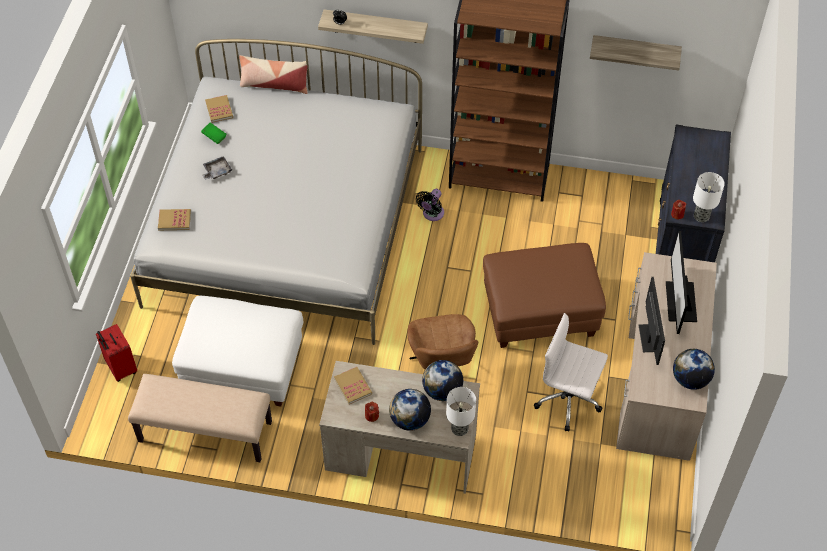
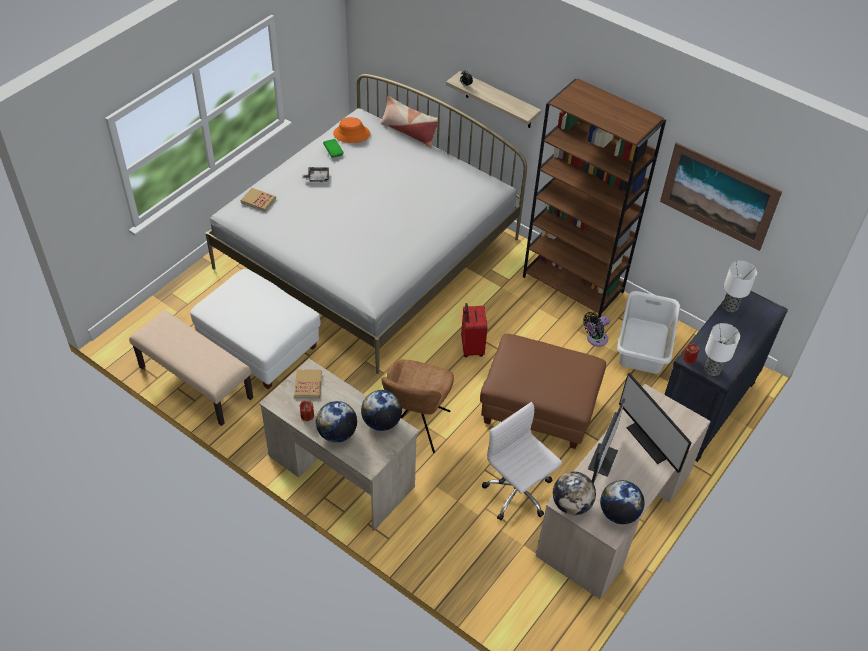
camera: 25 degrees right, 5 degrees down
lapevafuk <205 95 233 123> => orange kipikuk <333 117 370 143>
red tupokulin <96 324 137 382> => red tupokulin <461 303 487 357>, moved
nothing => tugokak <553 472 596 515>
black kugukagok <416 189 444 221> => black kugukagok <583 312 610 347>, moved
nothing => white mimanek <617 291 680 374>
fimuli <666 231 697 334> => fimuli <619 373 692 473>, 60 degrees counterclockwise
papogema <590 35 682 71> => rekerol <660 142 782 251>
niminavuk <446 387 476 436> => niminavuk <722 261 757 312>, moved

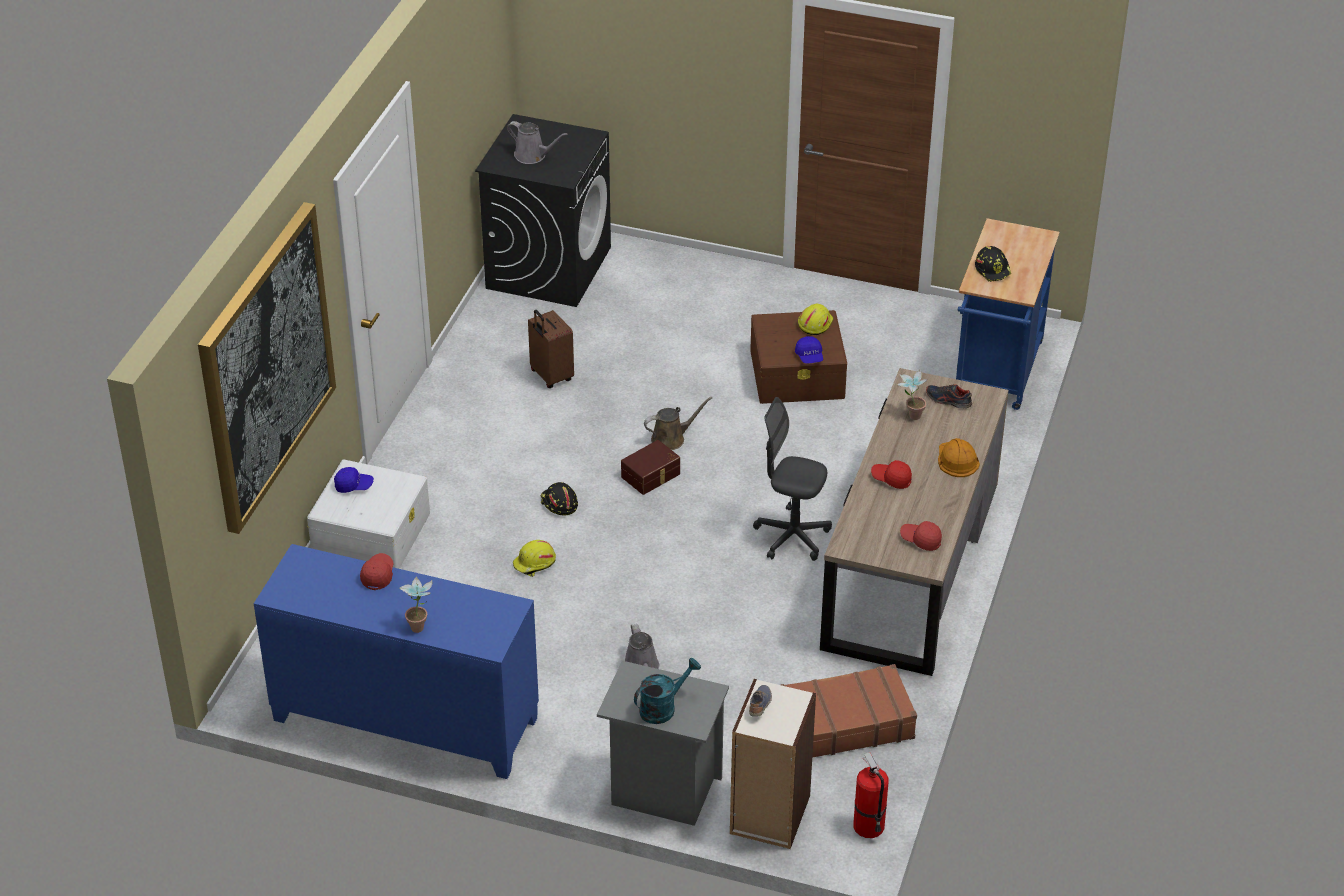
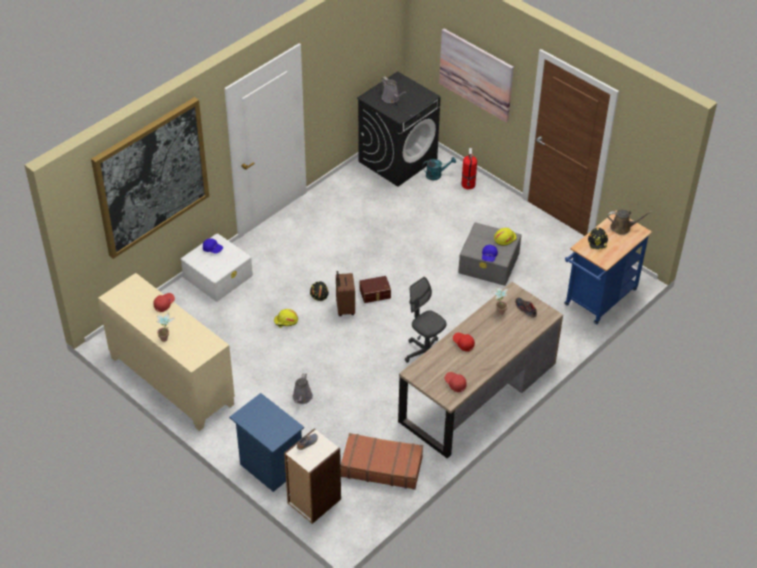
camera: 25 degrees right, 5 degrees up
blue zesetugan <254 544 539 779> => beige zesetugan <98 273 235 431>
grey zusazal <597 661 729 826> => blue zusazal <229 393 304 492>
brown tupokulin <528 310 574 388> => brown tupokulin <336 271 355 316>, moved
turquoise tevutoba <634 658 701 724> => turquoise tevutoba <422 157 456 181>, moved
nothing => rekerol <439 29 514 123>
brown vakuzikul <750 310 847 404> => grey vakuzikul <458 222 521 286>
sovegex <853 752 889 838> => sovegex <461 148 477 189>, moved
brown tevutoba <644 397 712 450> => brown tevutoba <608 209 652 235>, moved
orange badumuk <938 438 980 477> => nothing

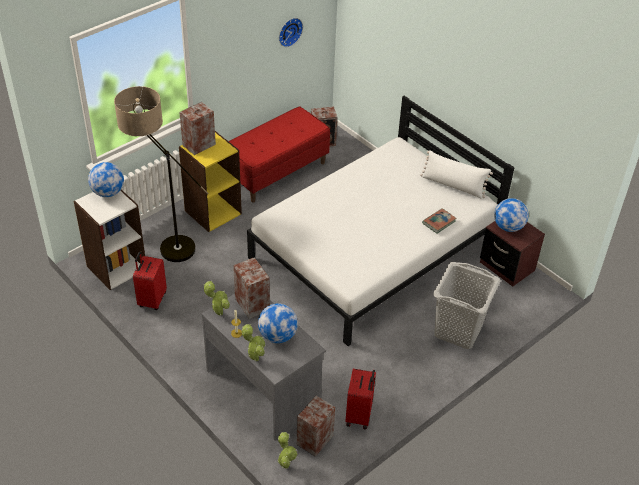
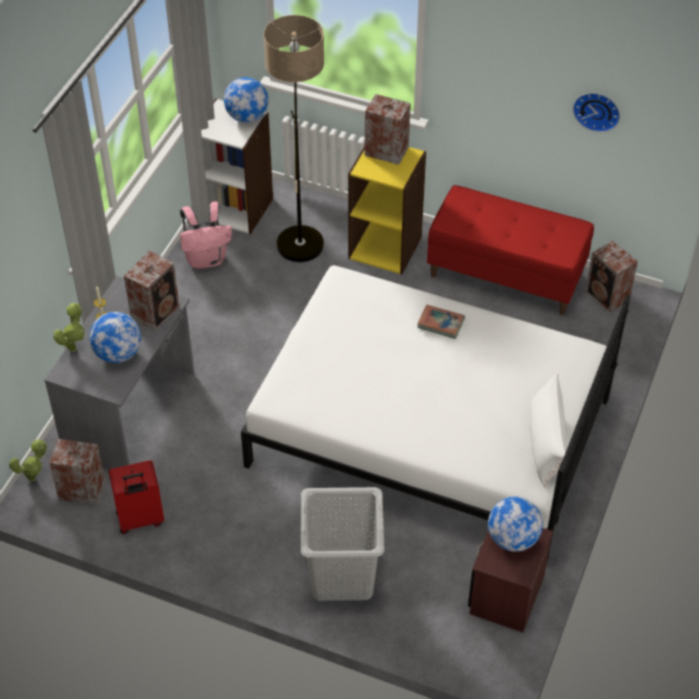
camera: 65 degrees right, 5 degrees up
red tupokulin <133 252 167 310> => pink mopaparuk <180 201 232 269>
lapevafuk <422 208 457 234> => lapevafuk <417 305 465 339>, moved
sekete <204 280 230 316> => nothing

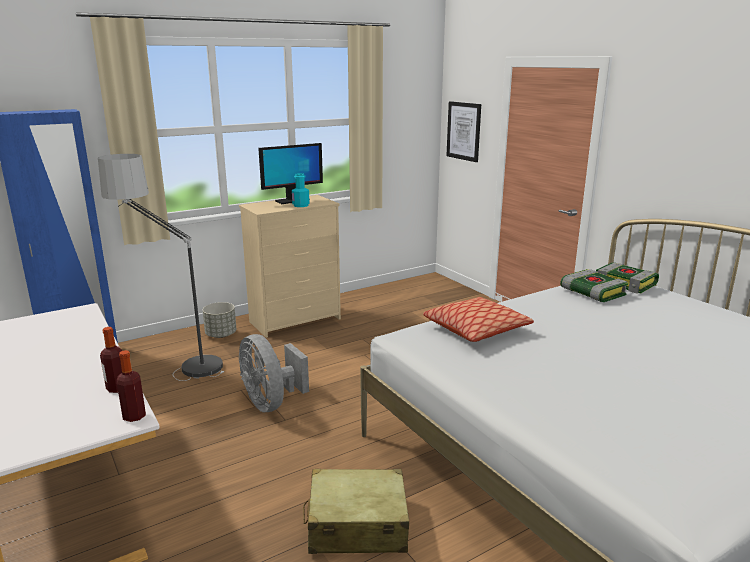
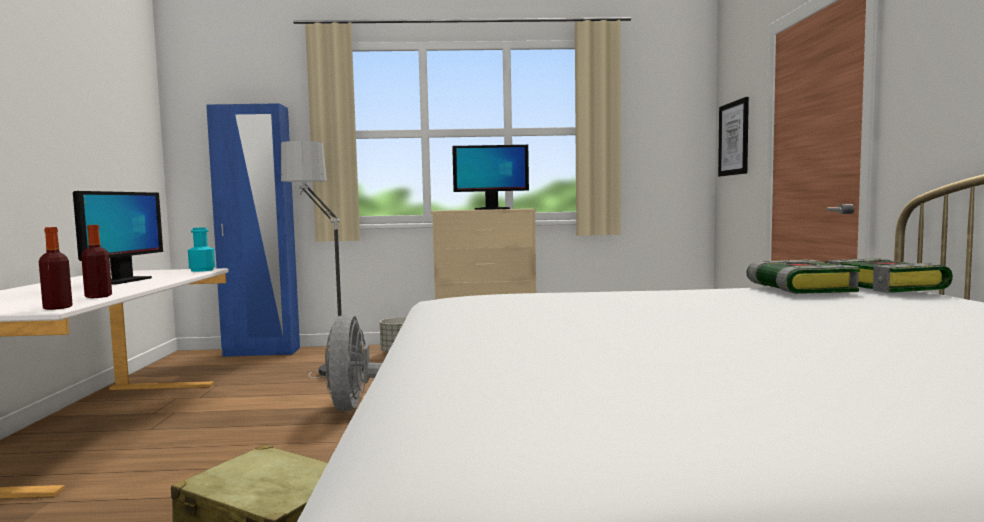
camera: 30 degrees right, 15 degrees down
nothing => fimuli <73 191 163 285>
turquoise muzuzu <292 173 310 207> => turquoise muzuzu <188 227 215 272>, moved
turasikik <423 297 534 342> => nothing

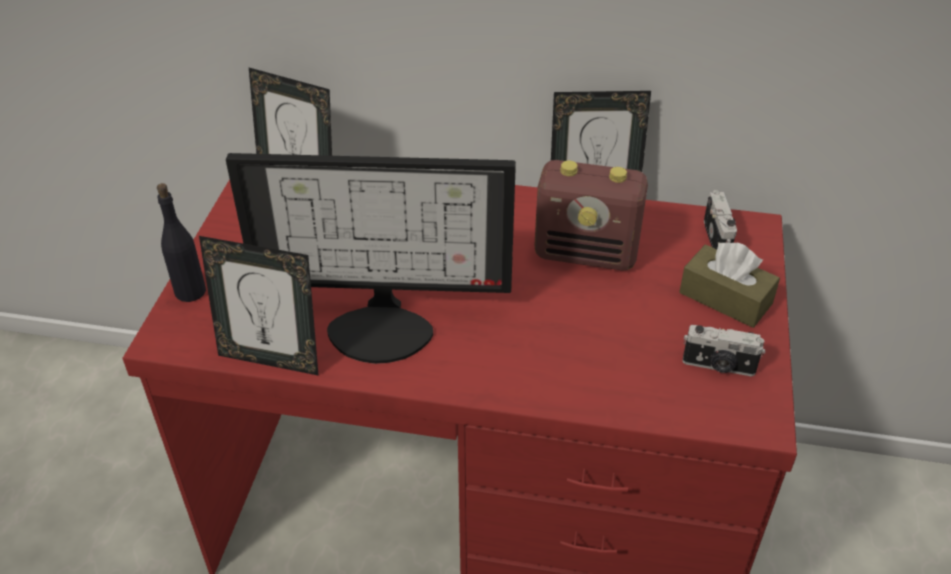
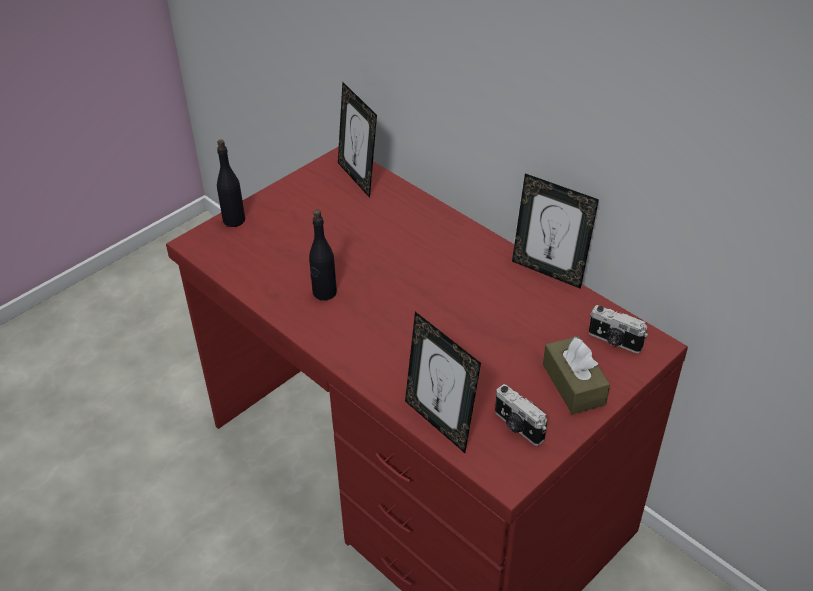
camera: 35 degrees right, 0 degrees up
fimuli <226 153 516 364> => black muzuzu <309 209 337 301>
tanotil <199 236 319 376> => tanotil <405 312 481 453>, moved
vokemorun <704 190 737 249> => vokemorun <589 305 648 353>, 90 degrees clockwise
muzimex <534 160 648 270> => nothing

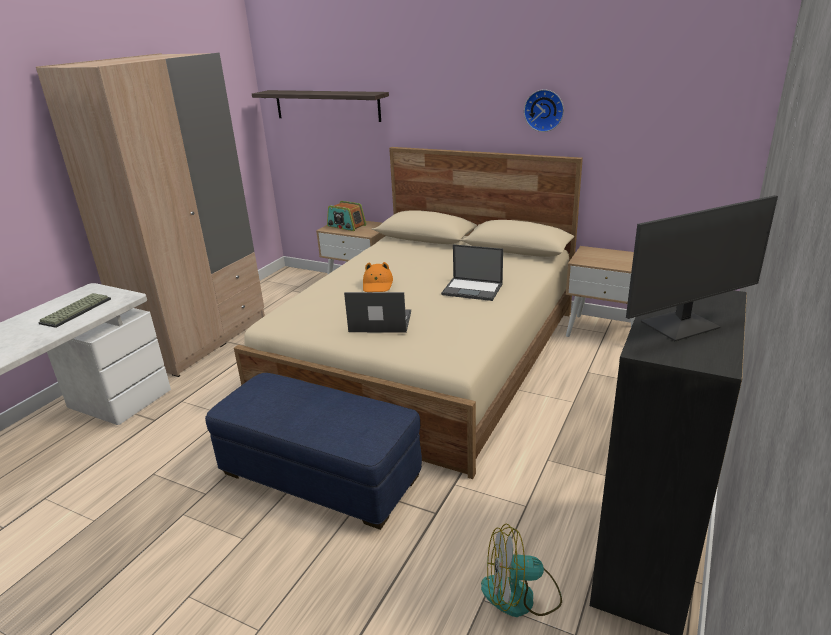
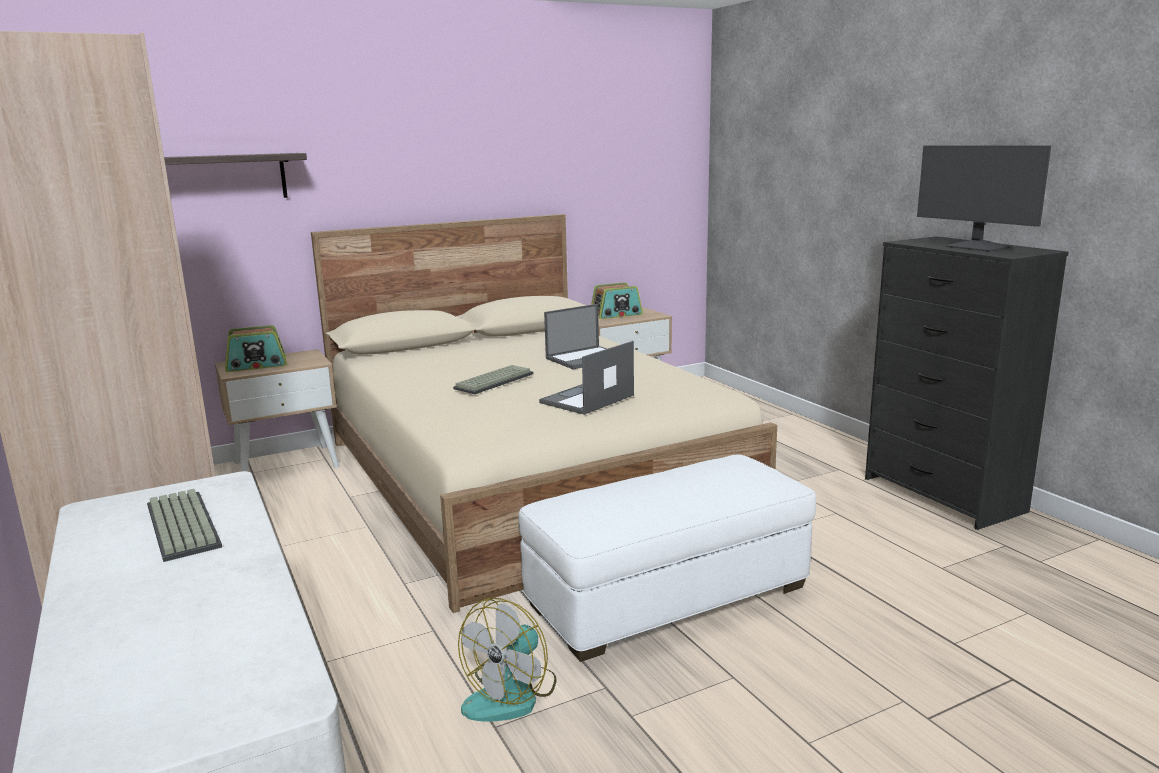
camera: 55 degrees left, 10 degrees down
orange kipikuk <363 262 393 292> => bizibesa <453 365 534 394>
kugukagok <481 523 562 617> => kugukagok <458 598 556 722>, moved
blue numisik <205 373 422 530> => white numisik <518 455 816 662>
nothing => muzimex <591 282 643 319>
fimuli <626 195 778 341> => fimuli <917 146 1051 251>, 135 degrees clockwise
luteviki <524 89 564 132> => nothing

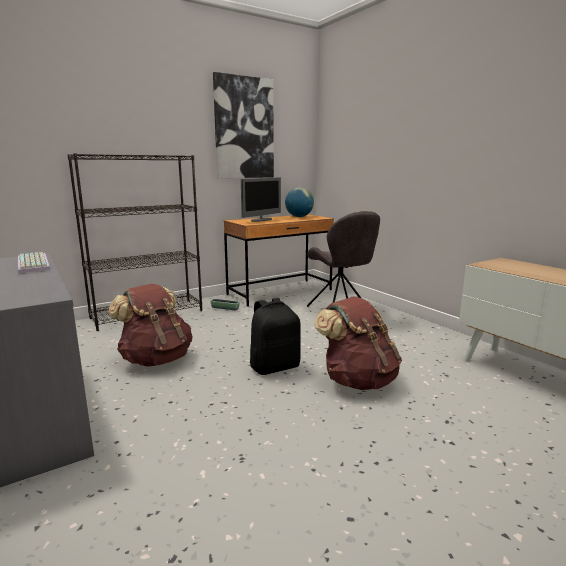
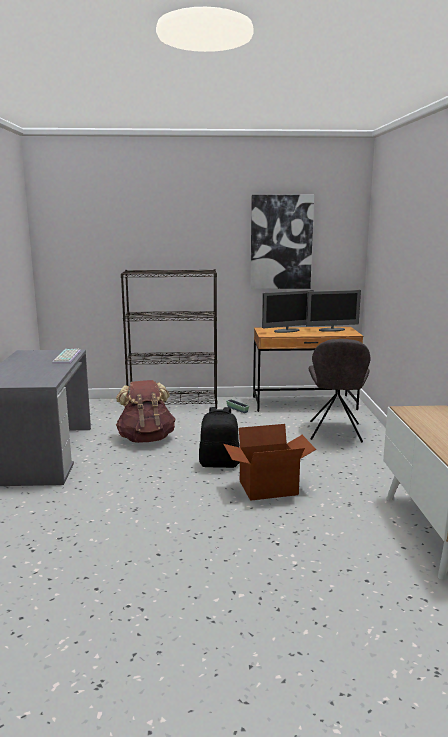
camera: 30 degrees right, 0 degrees up
brown mopaparuk <314 296 402 390> => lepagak <223 424 316 501>
tugokak <285 188 314 217> => fimuli <306 290 361 332>

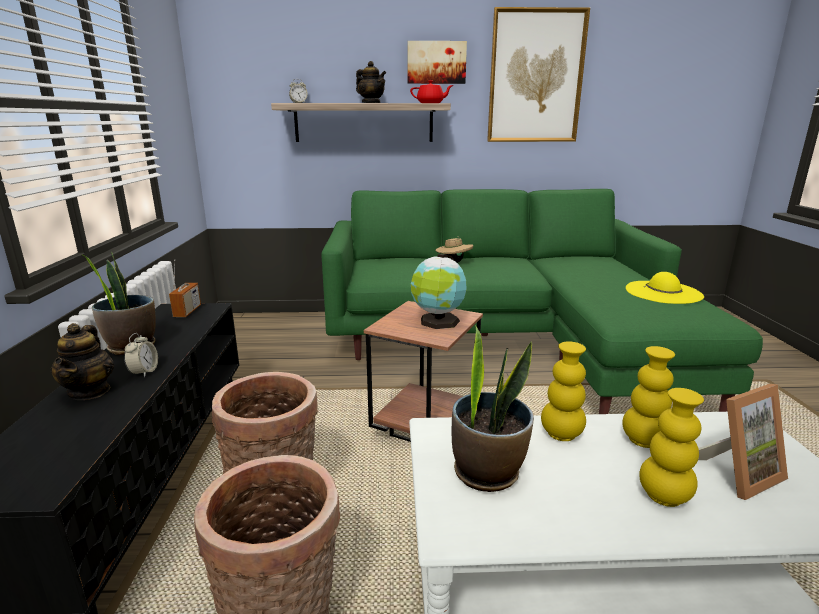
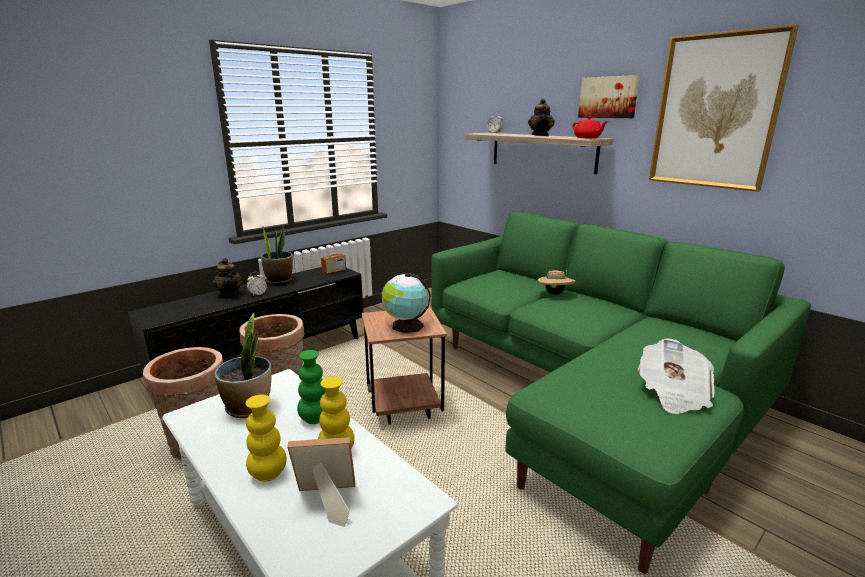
camera: 50 degrees right, 0 degrees up
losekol <50 323 114 400> => losekol <212 258 243 297>, 75 degrees counterclockwise
tanotil <698 384 788 500> => tanotil <287 437 355 527>, 150 degrees clockwise
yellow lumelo <541 341 586 441> => green lumelo <297 350 326 424>
yellow kipikuk <626 272 704 304> => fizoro <638 338 715 414>

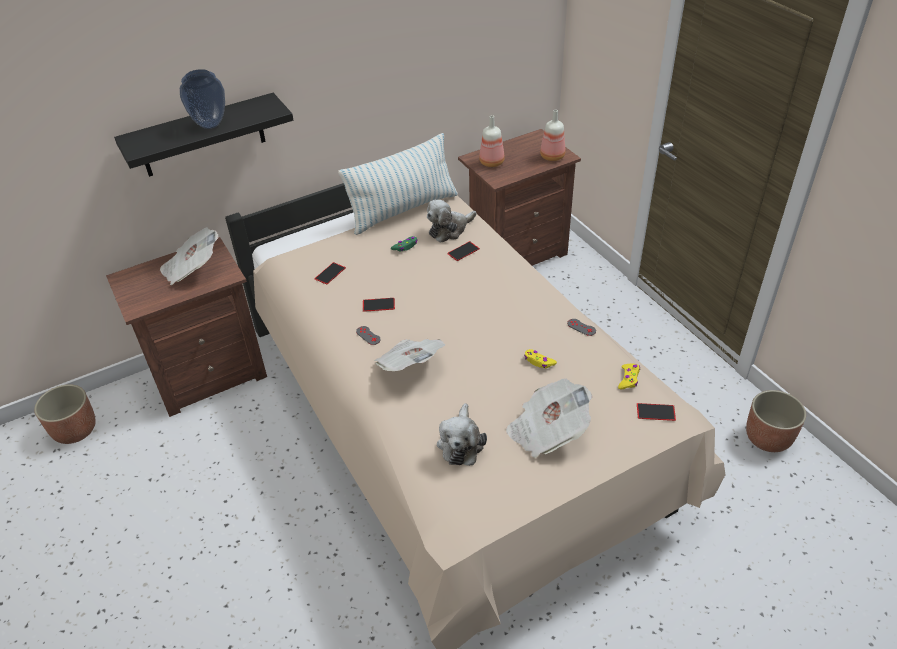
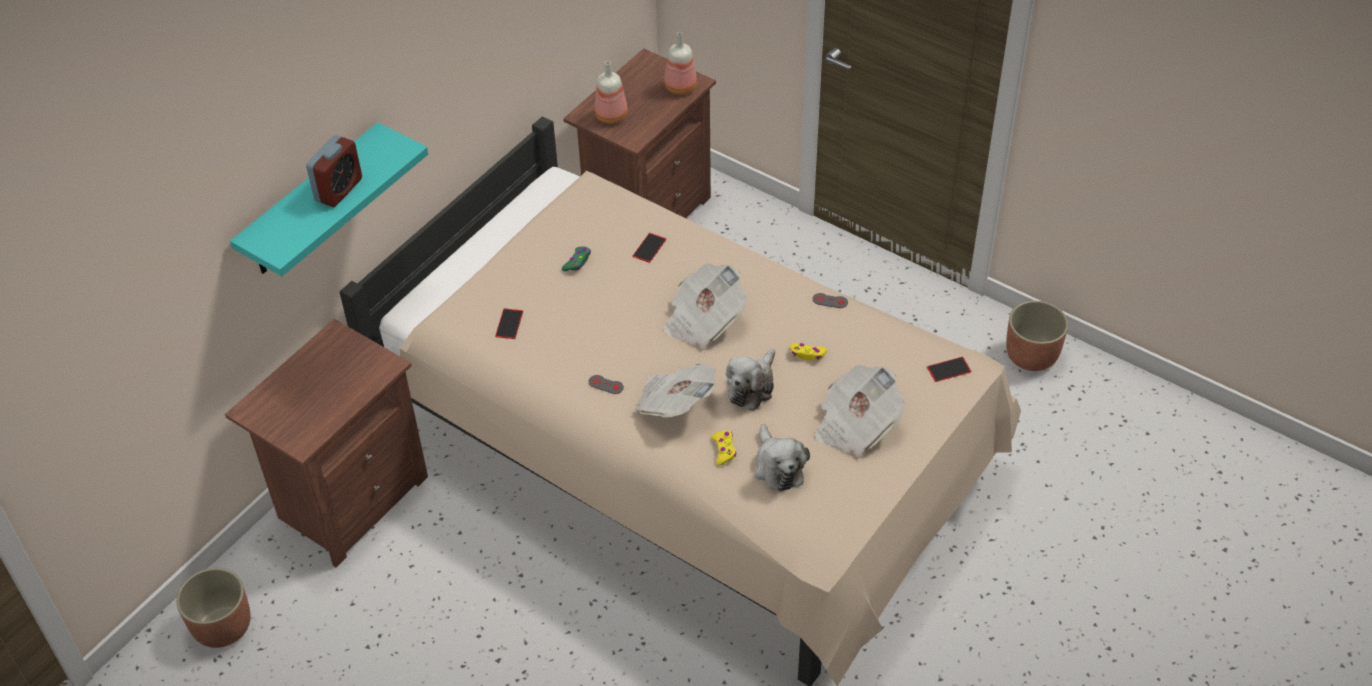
camera: 25 degrees left, 5 degrees up
black papogema <114 93 293 177> => turquoise papogema <230 123 428 276>
lumelo <180 69 225 129> => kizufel <306 135 362 207>
fizoro <160 227 219 285> => fizoro <664 263 747 348>, moved
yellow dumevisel <618 364 640 389> => yellow dumevisel <711 431 736 466>, moved
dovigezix <427 200 476 243> => dovigezix <726 349 775 411>, moved
turasikik <338 133 458 235> => nothing
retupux <363 298 395 312> => nothing

